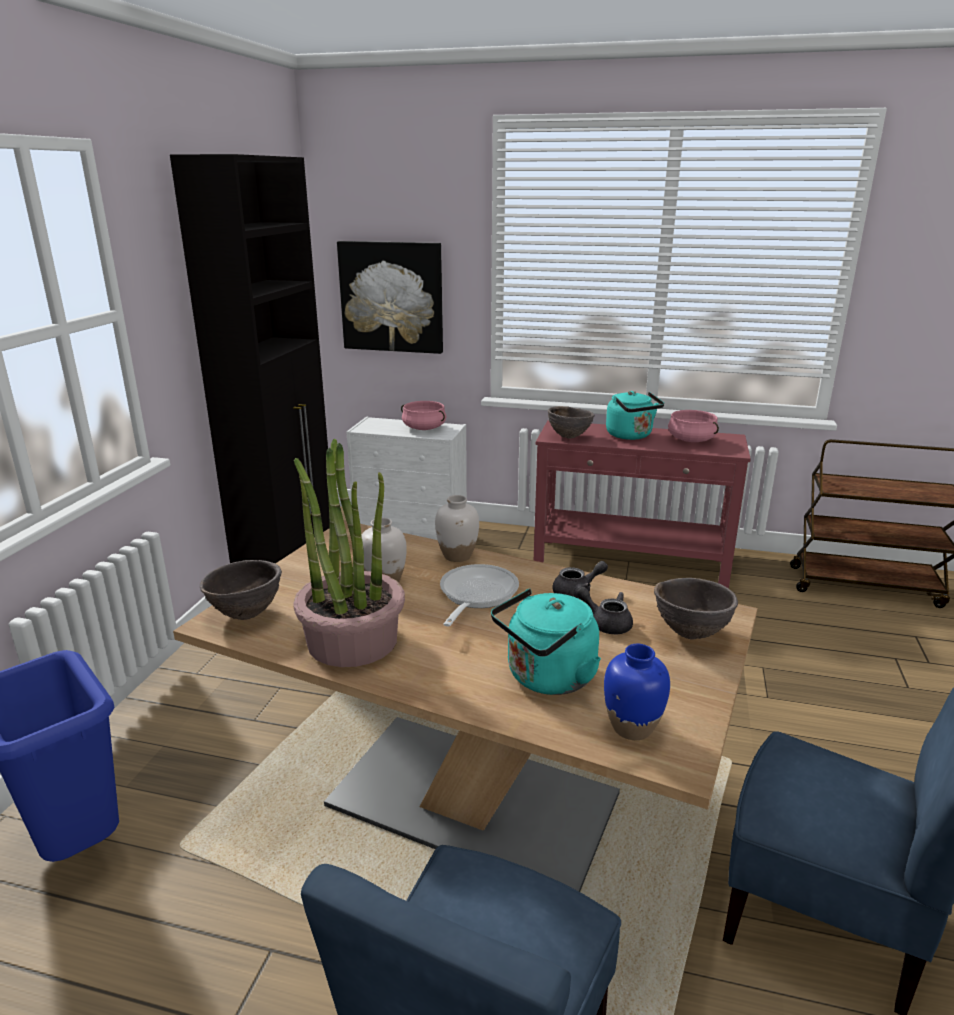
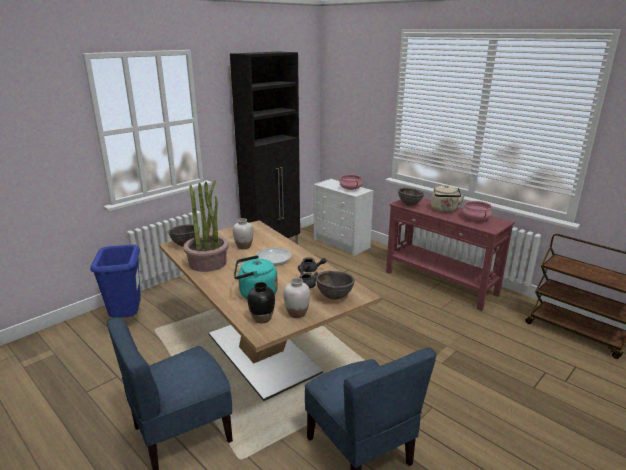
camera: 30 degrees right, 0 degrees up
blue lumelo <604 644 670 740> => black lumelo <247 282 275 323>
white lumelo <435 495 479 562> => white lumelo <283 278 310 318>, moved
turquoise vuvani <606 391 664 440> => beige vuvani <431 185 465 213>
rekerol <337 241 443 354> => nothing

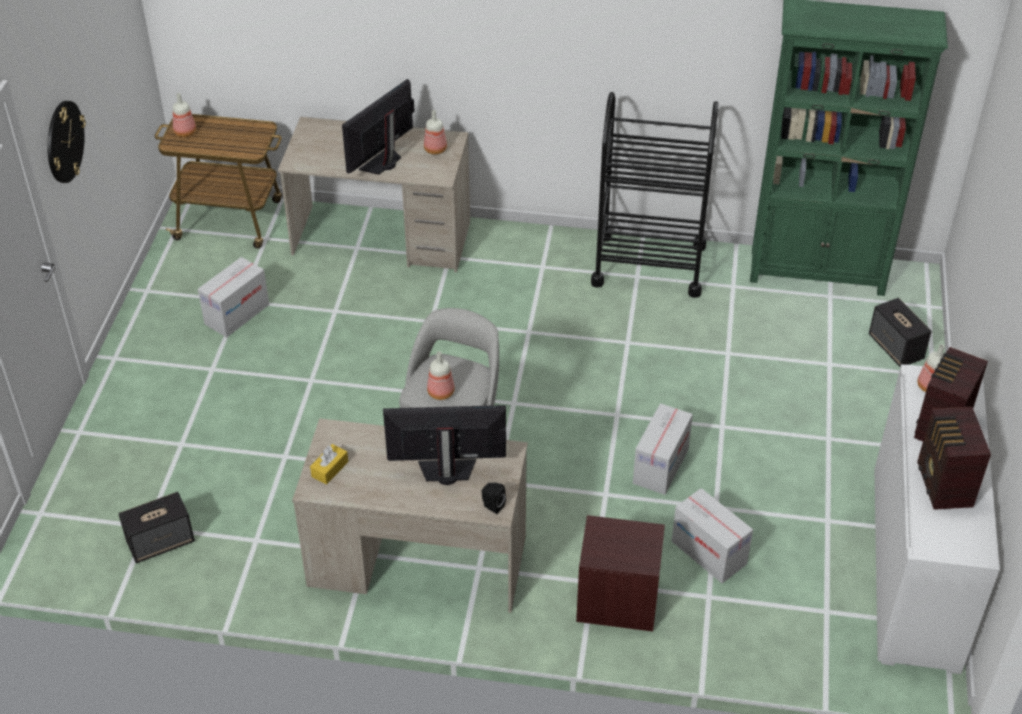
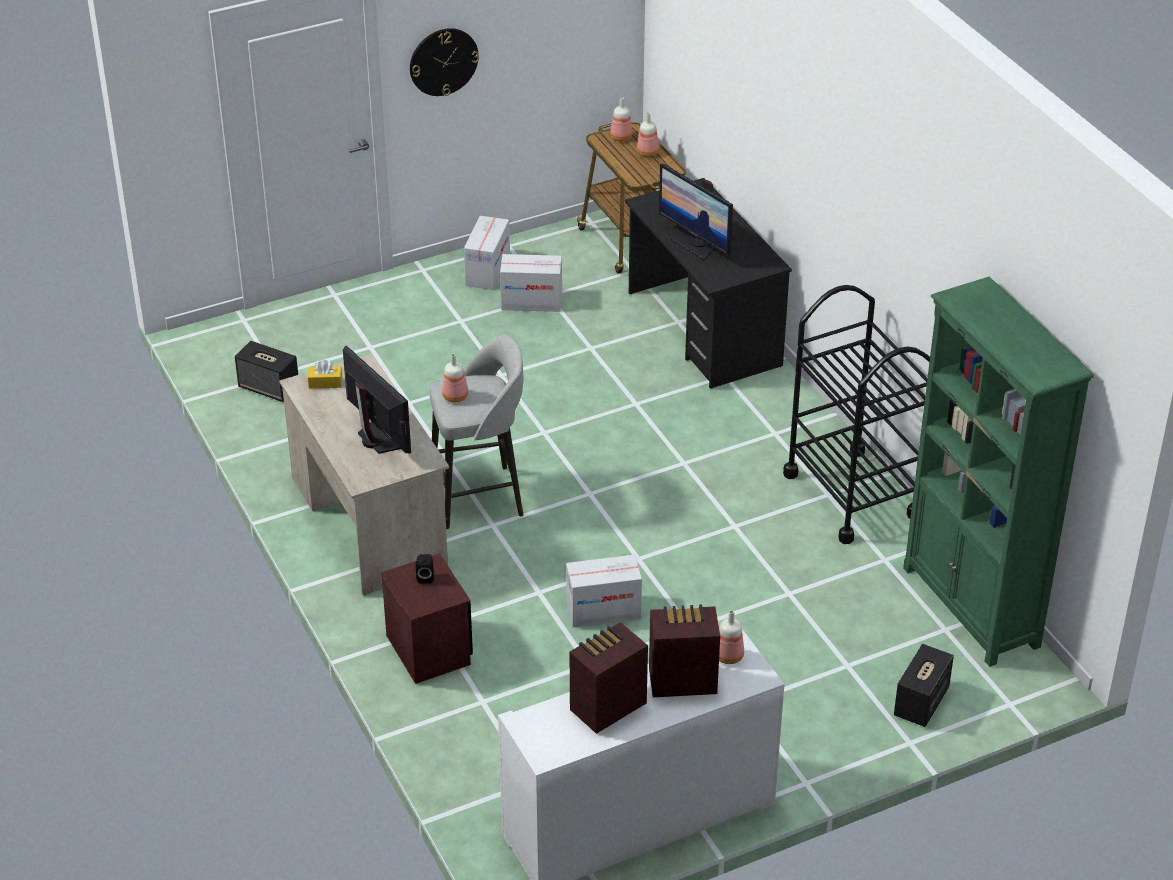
camera: 55 degrees right, 5 degrees down
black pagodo <481 482 506 514> => black pagodo <416 554 434 584>, moved
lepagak <672 488 753 583> => lepagak <464 216 510 290>, moved
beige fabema <278 117 470 272> => black fabema <625 178 792 389>
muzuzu <424 110 447 154> => muzuzu <637 112 659 157>, moved
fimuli <342 79 414 175> => fimuli <659 164 733 260>, 135 degrees counterclockwise

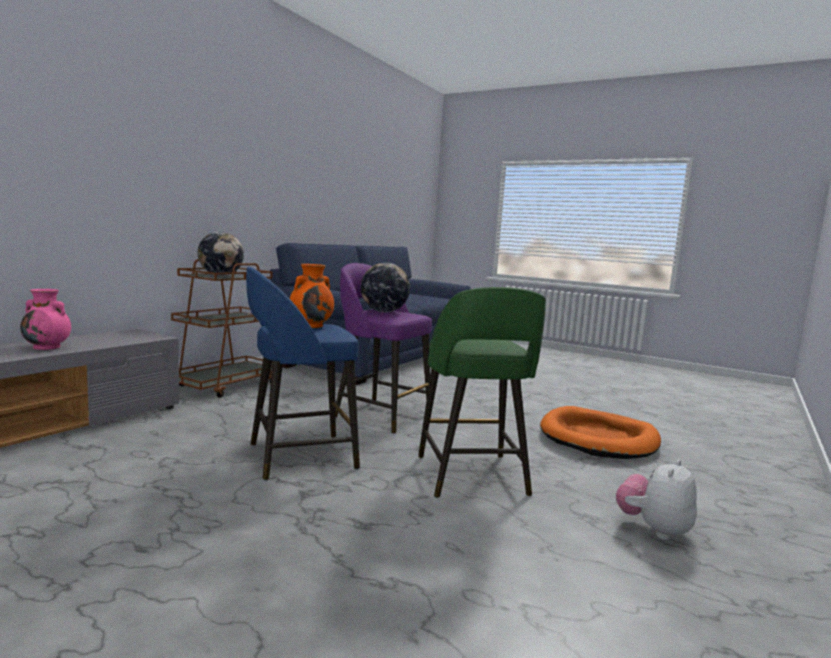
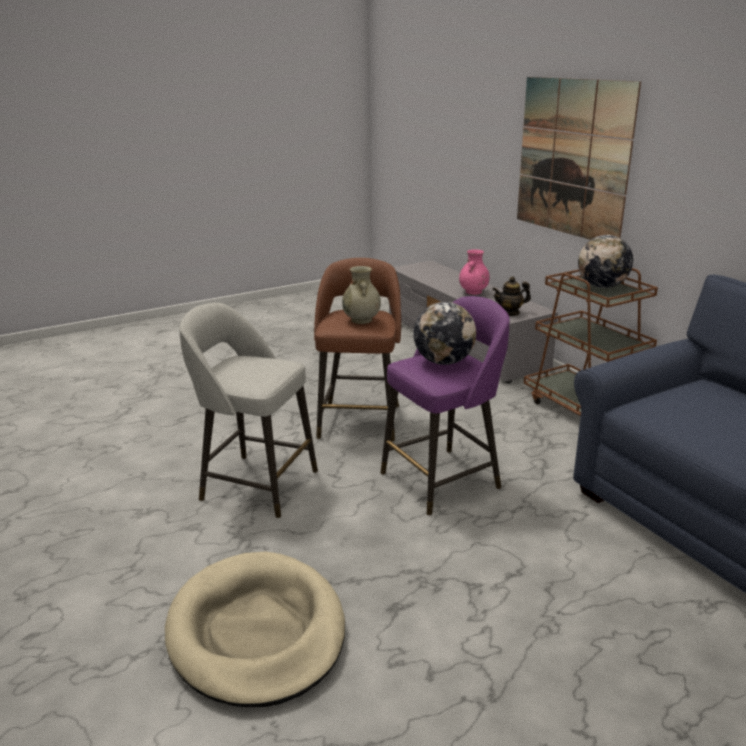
camera: 120 degrees right, 15 degrees up
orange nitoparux <540 406 661 459> => beige nitoparux <165 552 345 707>
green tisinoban <418 287 546 498> => grey tisinoban <179 303 318 518>
blue tisinoban <246 267 360 480> => brown tisinoban <314 258 401 442>
orange lumelo <290 264 334 328> => beige lumelo <342 266 381 324>
nothing => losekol <492 277 531 316>
nothing => rekerol <517 77 641 240>
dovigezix <616 459 697 540> => nothing

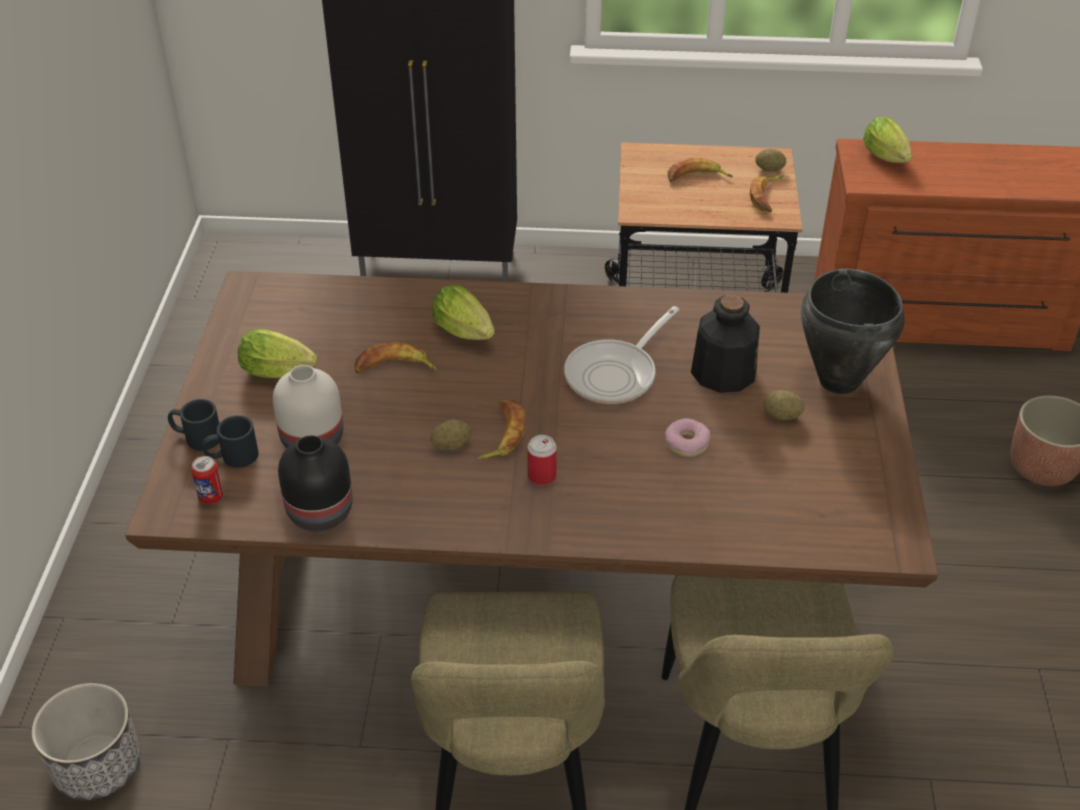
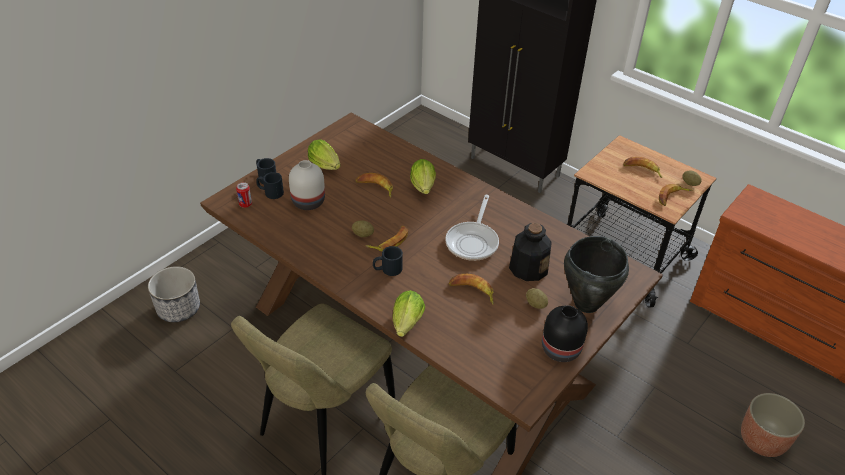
camera: 35 degrees right, 0 degrees up
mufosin <528 435 557 486> => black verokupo <373 246 403 276>
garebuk <863 117 912 163> => garebuk <393 290 425 337>, moved
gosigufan <564 306 679 404> => gosigufan <445 195 499 261>, 60 degrees counterclockwise
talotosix <665 418 711 457> => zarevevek <448 274 494 305>
black lumelo <278 435 353 531> => black lumelo <542 306 588 362>, moved

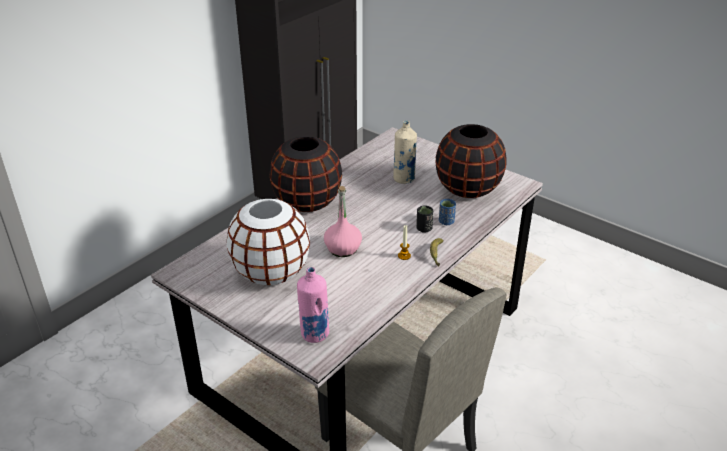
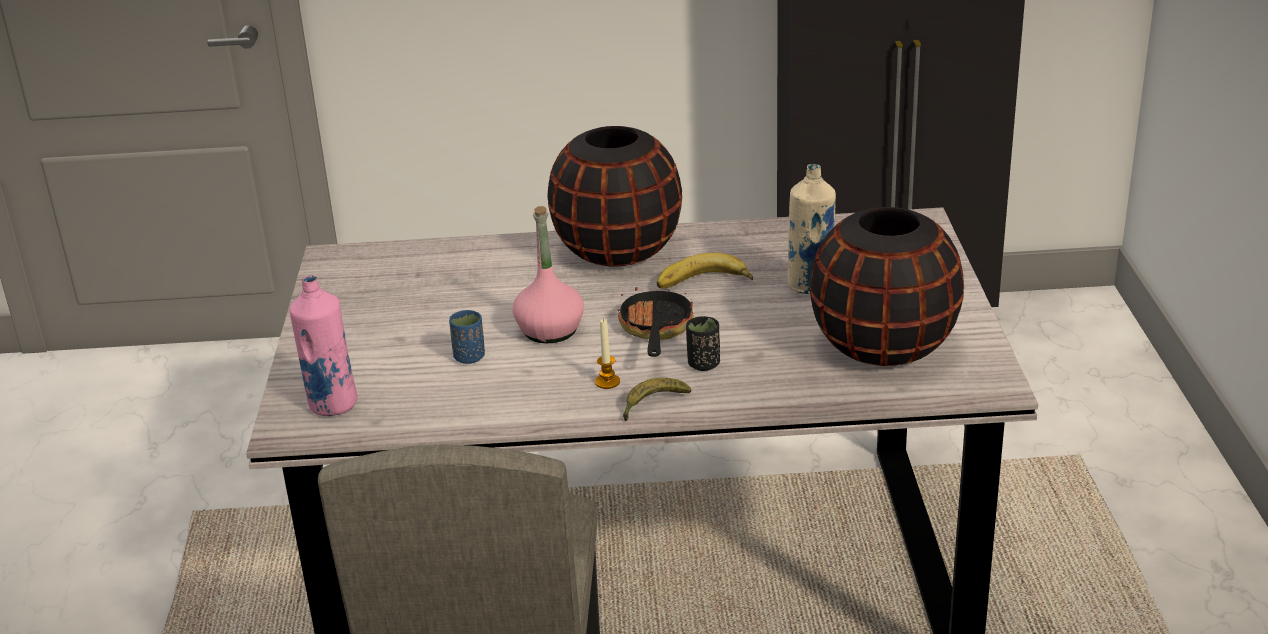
camera: 50 degrees right, 5 degrees down
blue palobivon <439 199 456 225> => blue palobivon <449 310 485 364>, moved
nothing => gosigufan <618 277 694 357>
nothing => zarevevek <657 252 753 289>
white lumelo <227 199 310 285> => nothing

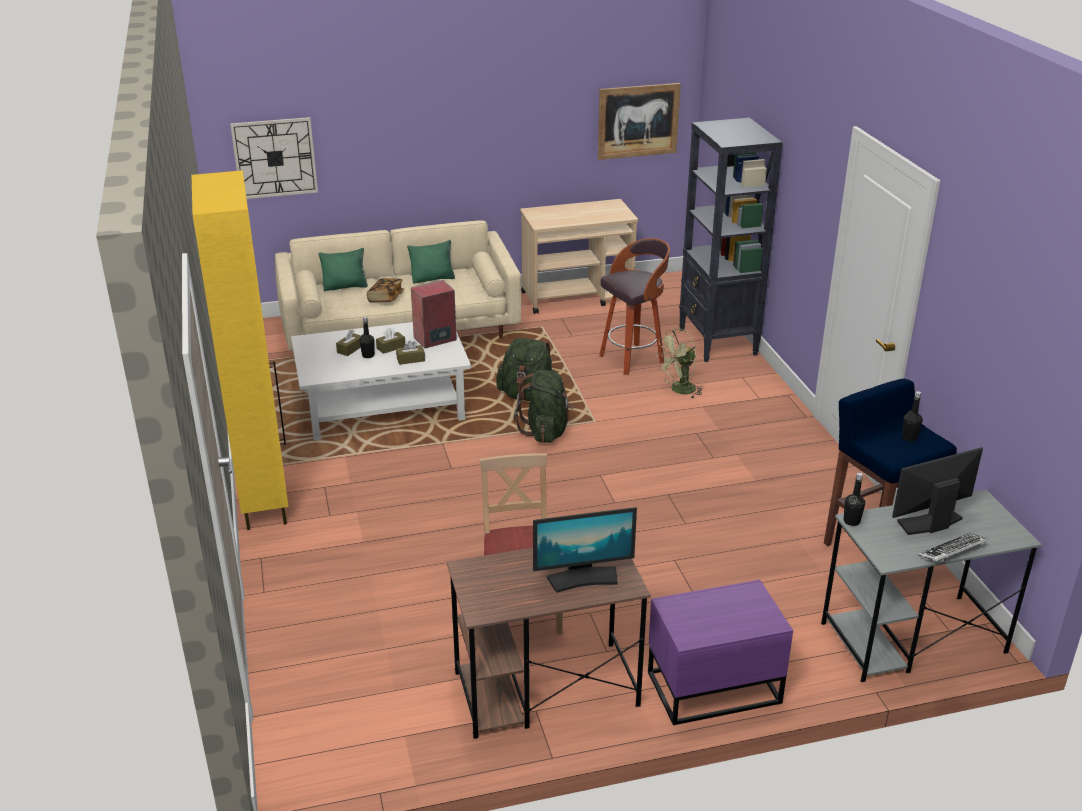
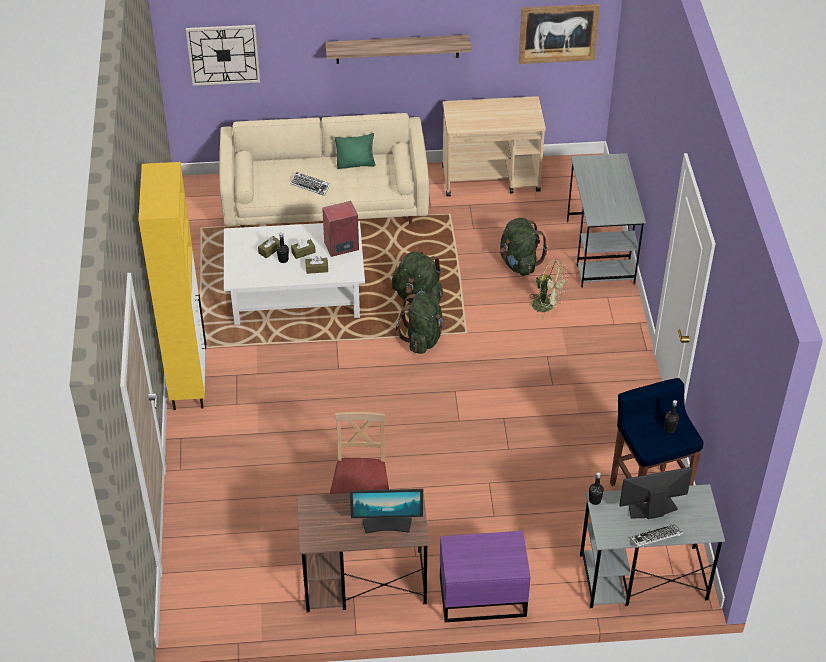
camera: 10 degrees right, 15 degrees up
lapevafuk <367 278 404 303> => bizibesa <290 172 331 196>
nothing => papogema <326 35 472 64>
tisinoban <599 238 670 375> => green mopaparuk <500 218 548 276>
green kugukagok <656 329 704 399> => green kugukagok <530 260 569 319>, 135 degrees counterclockwise
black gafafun <679 118 782 362> => grey fabema <567 153 646 288>
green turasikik <318 248 368 291> => nothing

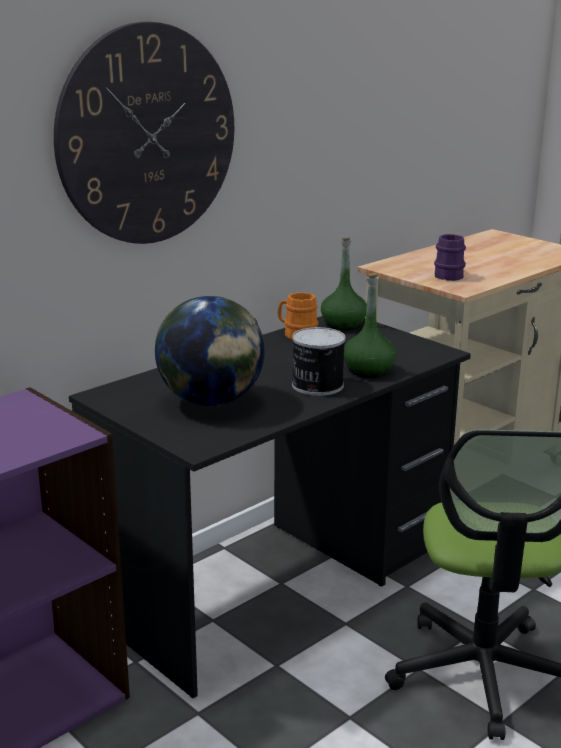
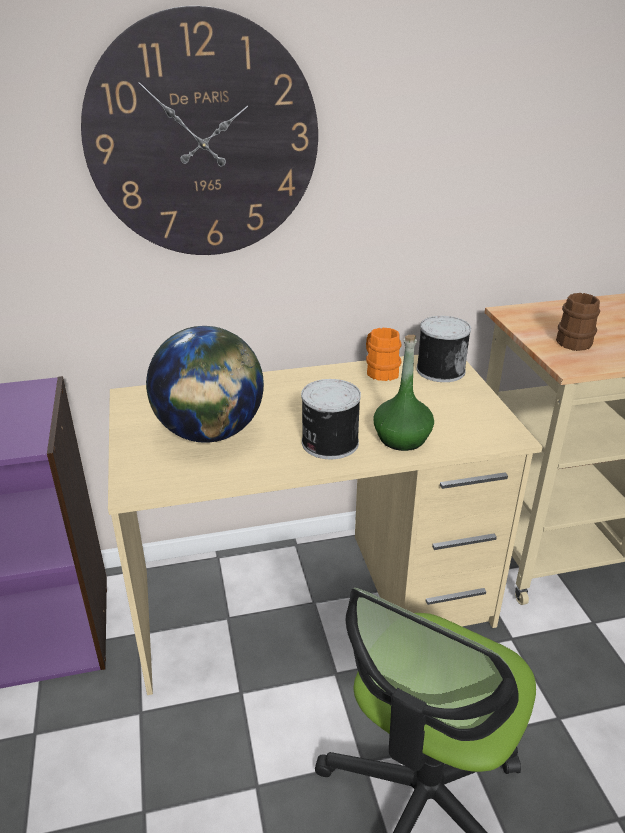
camera: 30 degrees right, 10 degrees up
black fabema <69 316 471 698> => beige fabema <108 355 543 695>
green muzuzu <321 237 367 330> => mufosin <416 316 471 382>
purple verokupo <434 234 466 281> => brown verokupo <556 293 600 351>

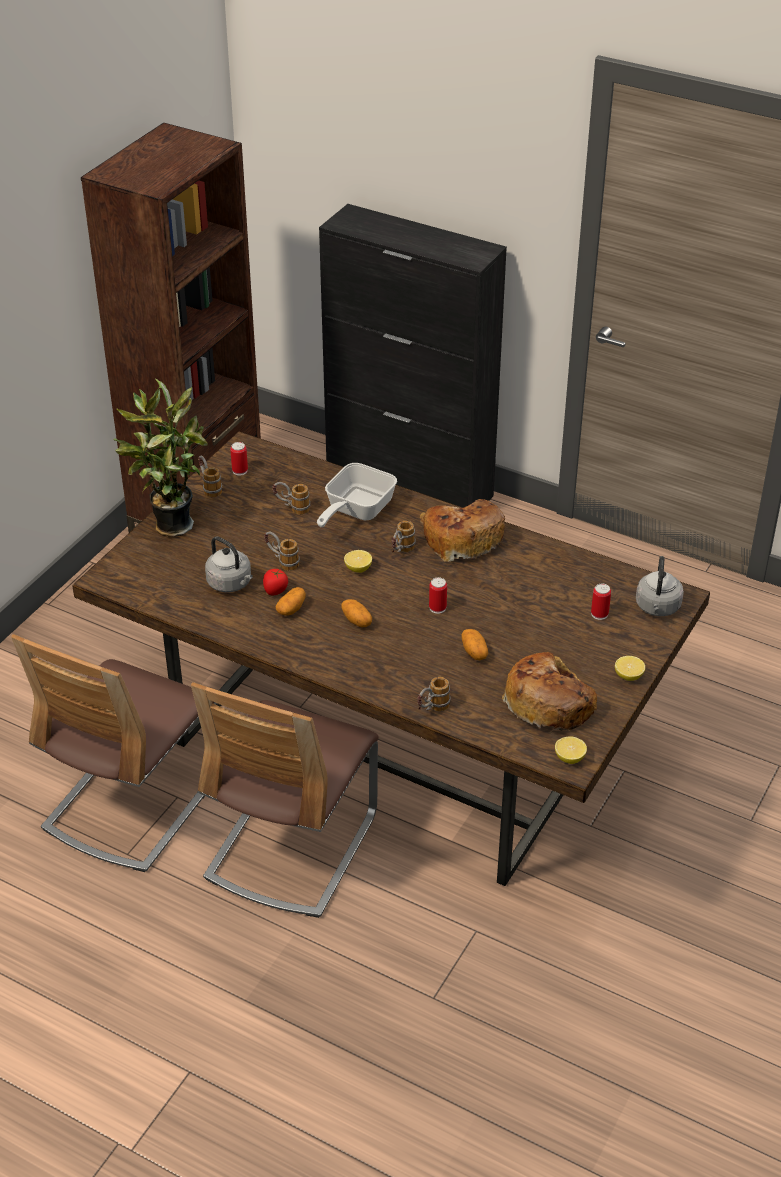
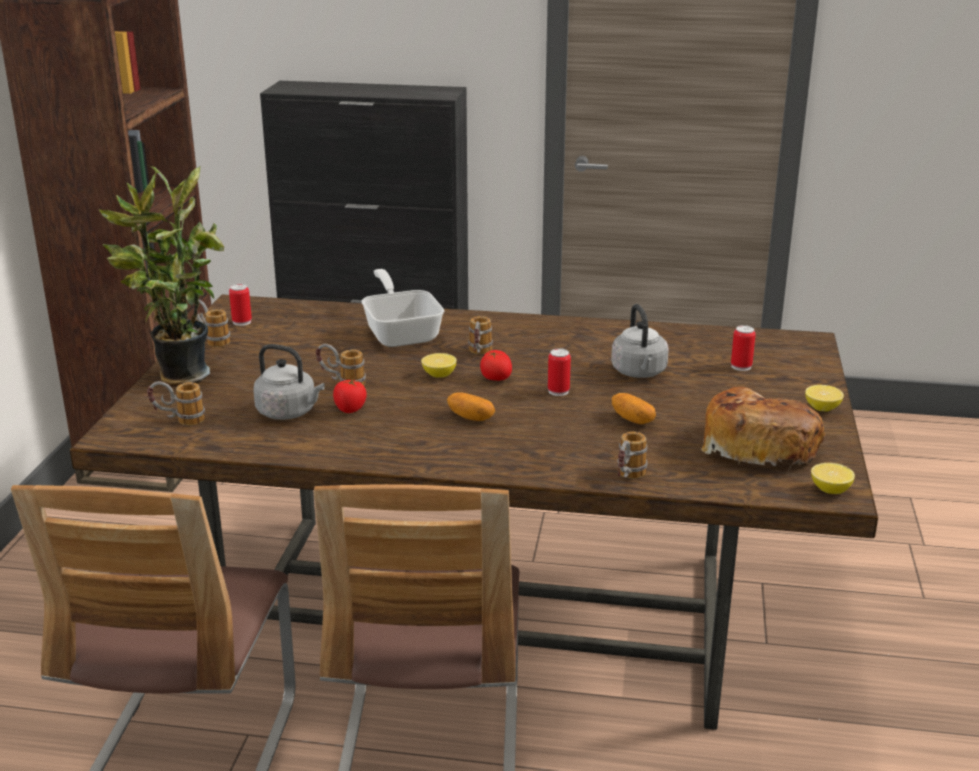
camera: 20 degrees left, 15 degrees down
verokupo <272 482 310 515> => verokupo <147 381 205 426>, moved
gosigufan <317 463 397 527> => gosigufan <361 269 444 347>, 150 degrees clockwise
nothing => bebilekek <480 350 512 381>
grey vuvani <636 556 684 616> => grey vuvani <611 304 669 378>, moved
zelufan <275 587 306 616> => nothing
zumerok <420 499 505 562> => nothing

